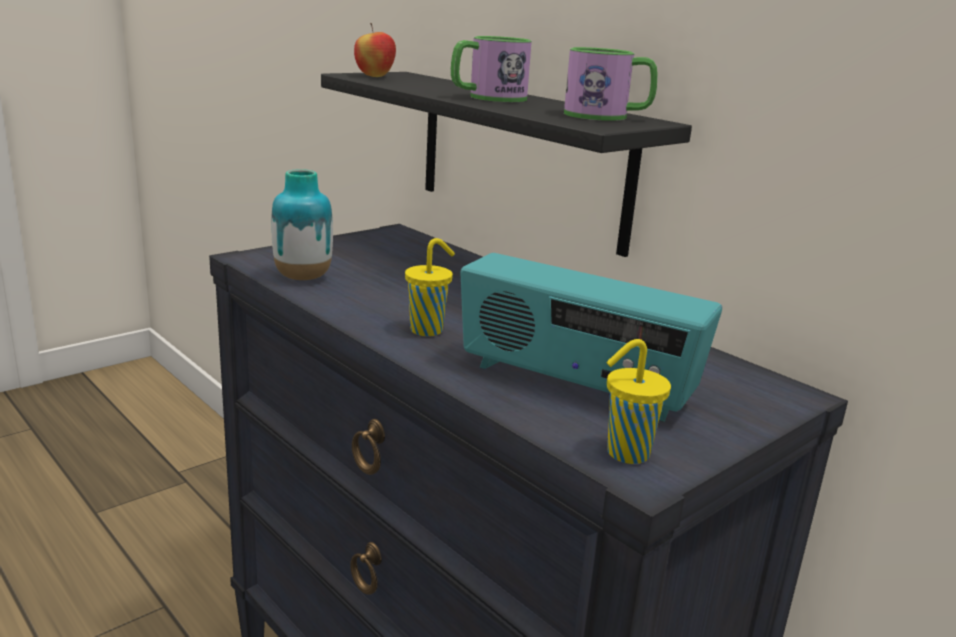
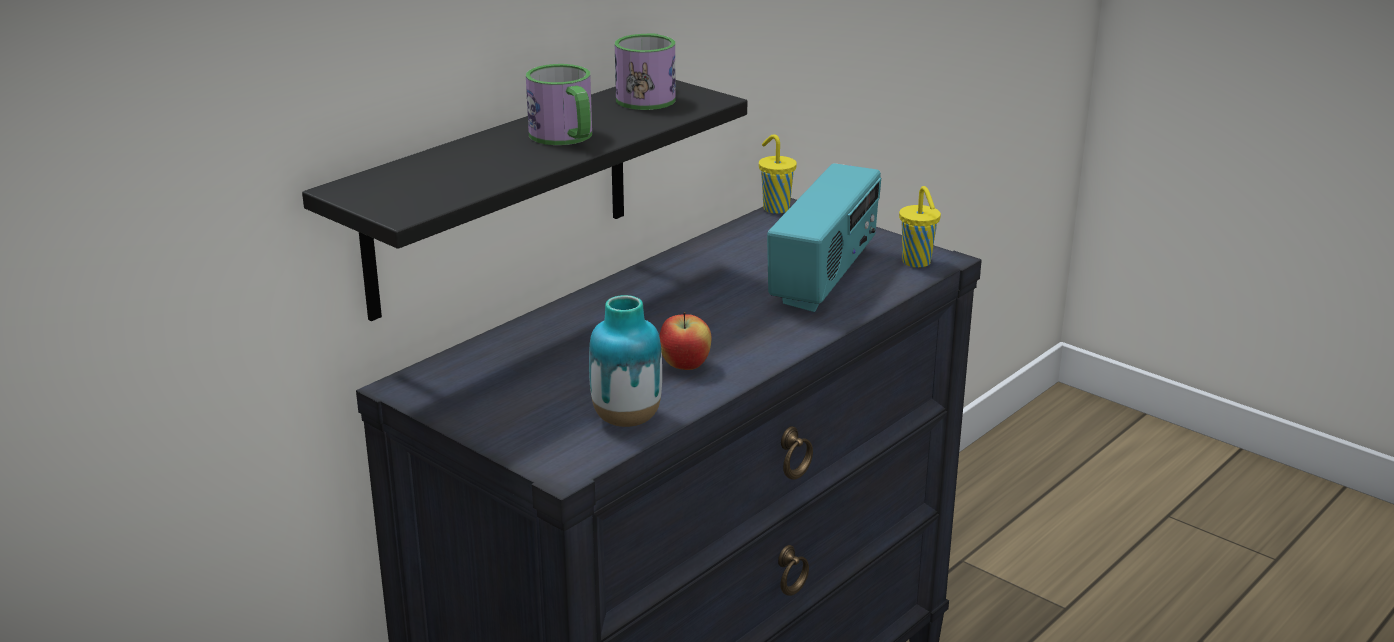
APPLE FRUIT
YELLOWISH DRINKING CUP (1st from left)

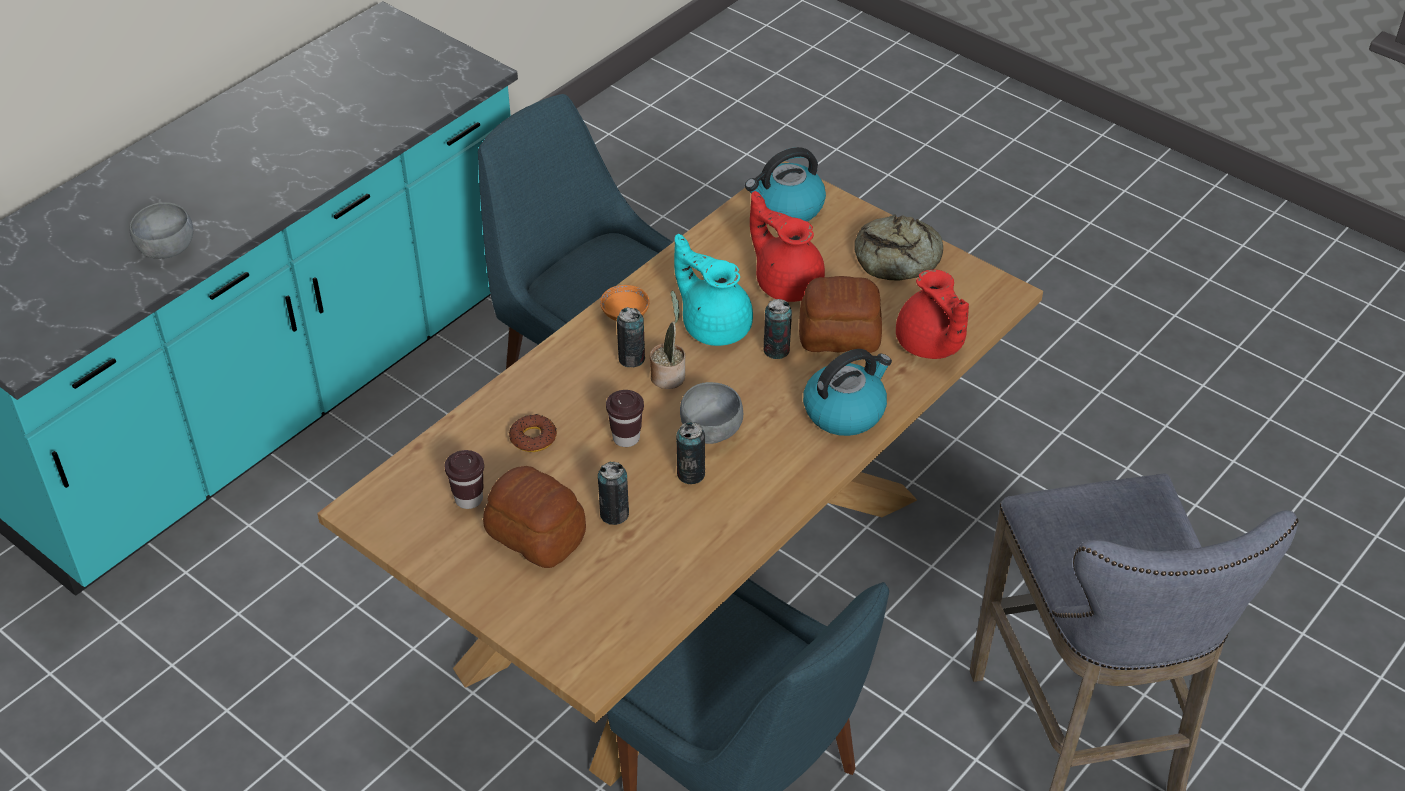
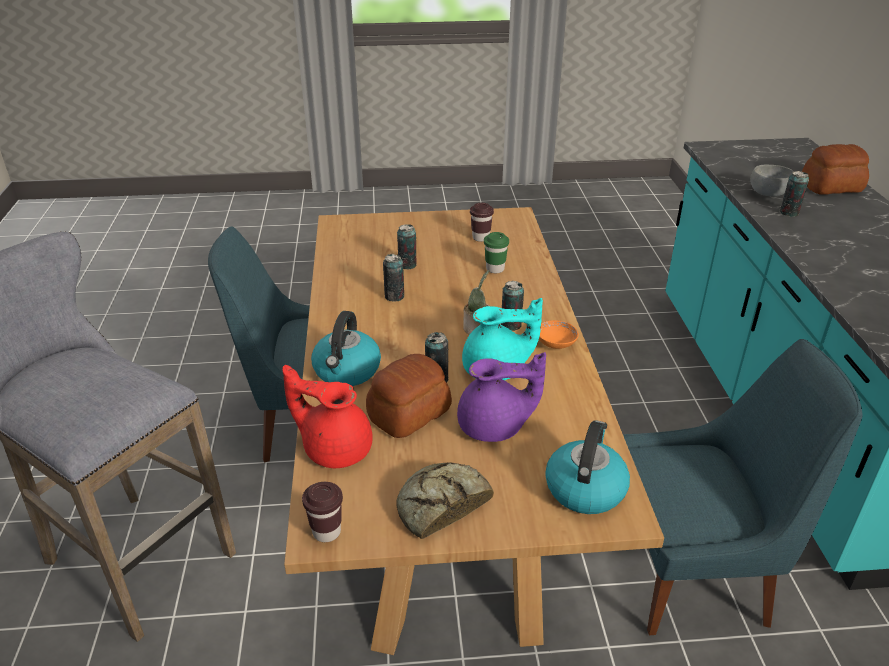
BROWNISH DRINKING CUP (1st from left)
PURPLE TEAPOT
GREENISH DRINKING CUP
METAL CAN (5th from left)
BAKERY BREAD (3rd from left)
GREY DEEP DISH (2nd from left in the first image)

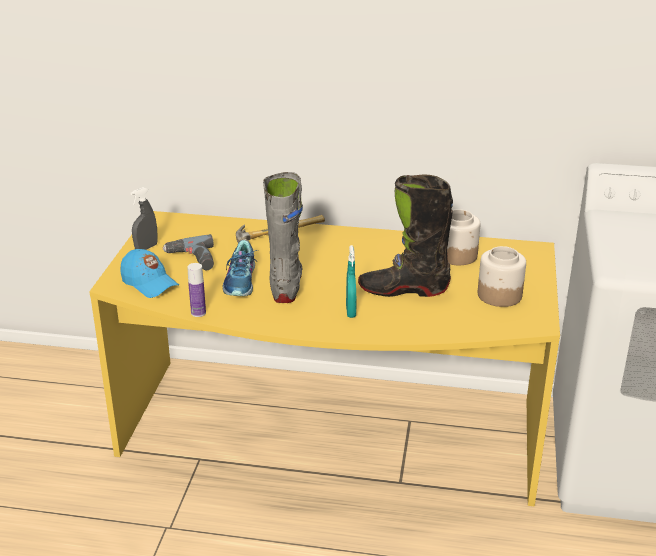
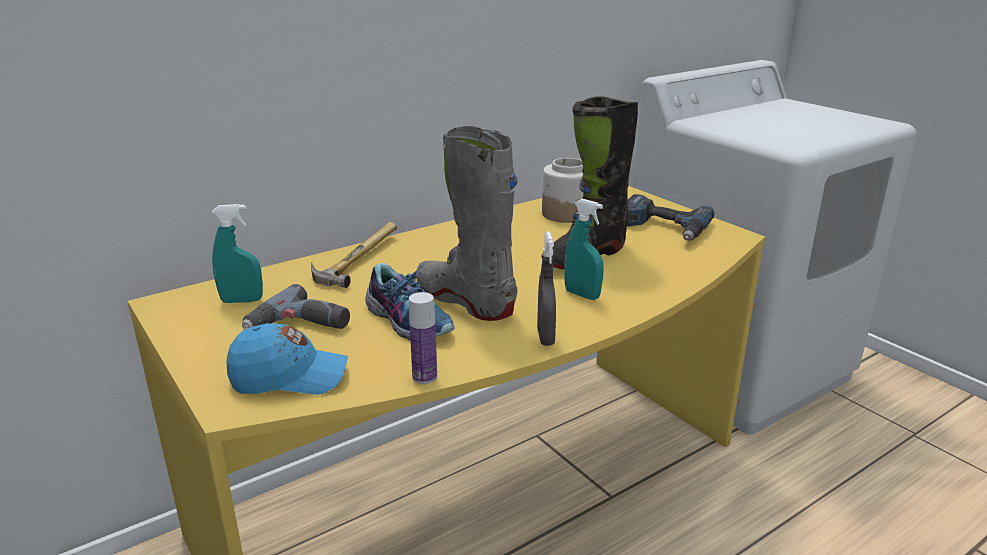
TURQUOISE SPRAYER (1st from left)
GREY SPRAYER
POWER DRILL (2nd from left)

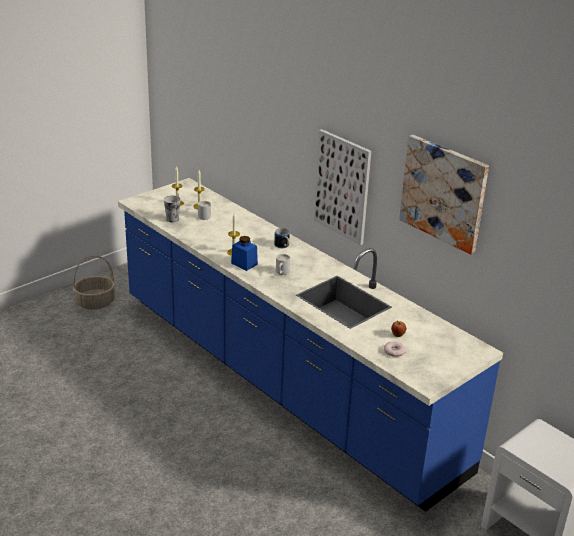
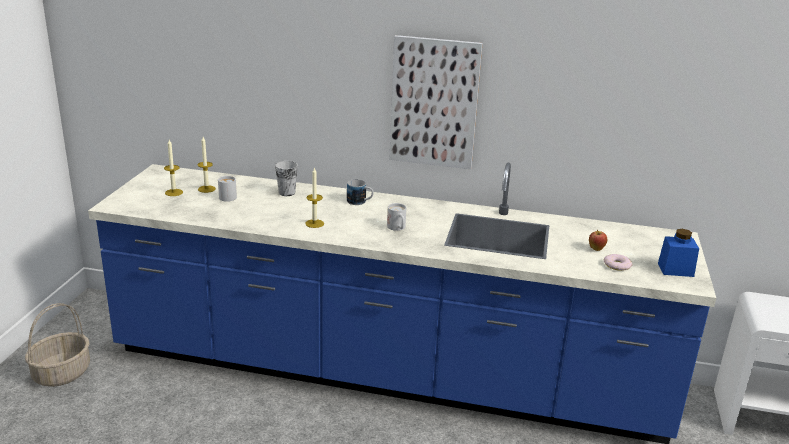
DRINKING CUP
BLUE-COLOURED STORAGE JAR
PICTURE (2nd from left in the first image)

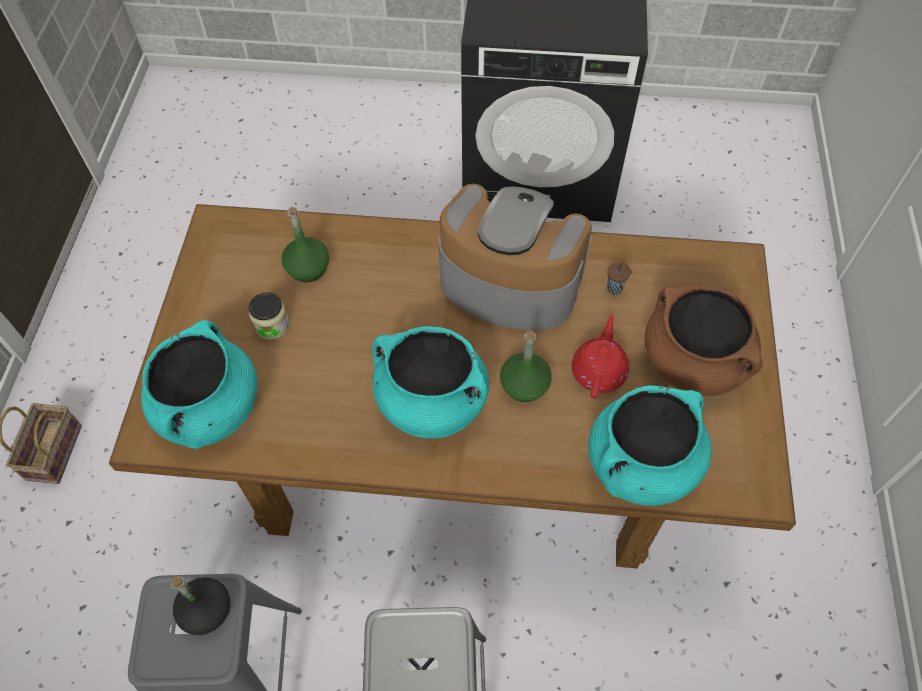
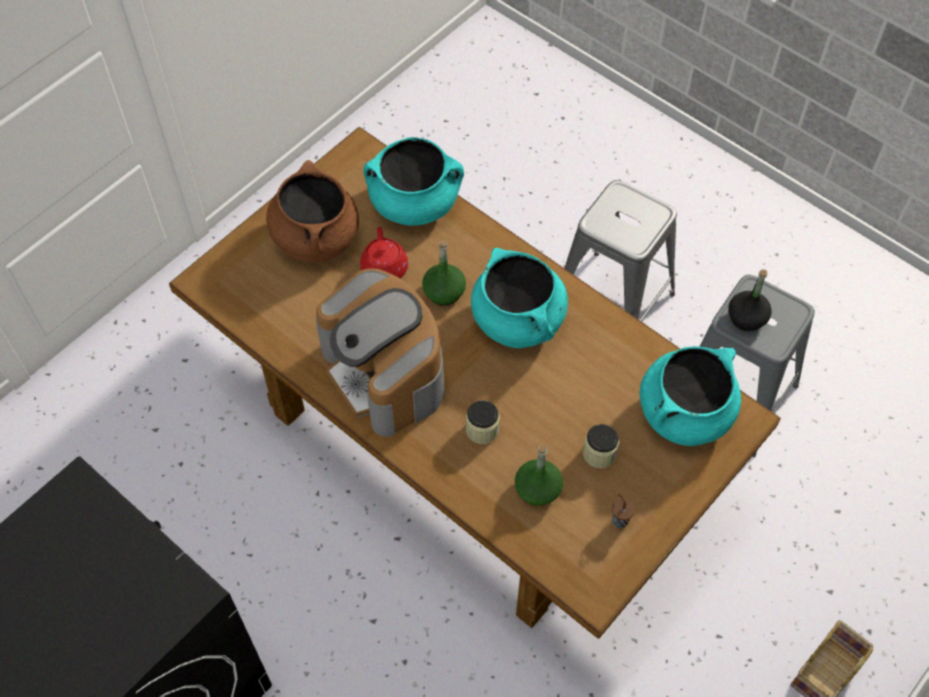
REDDISH TEAPOT
STORAGE JAR (1st from left)
BROWNISH DRINKING CUP

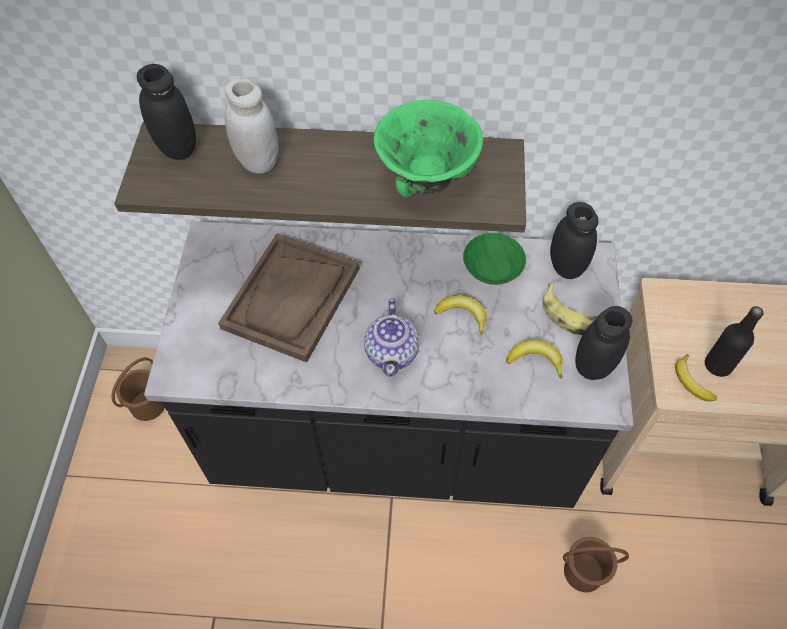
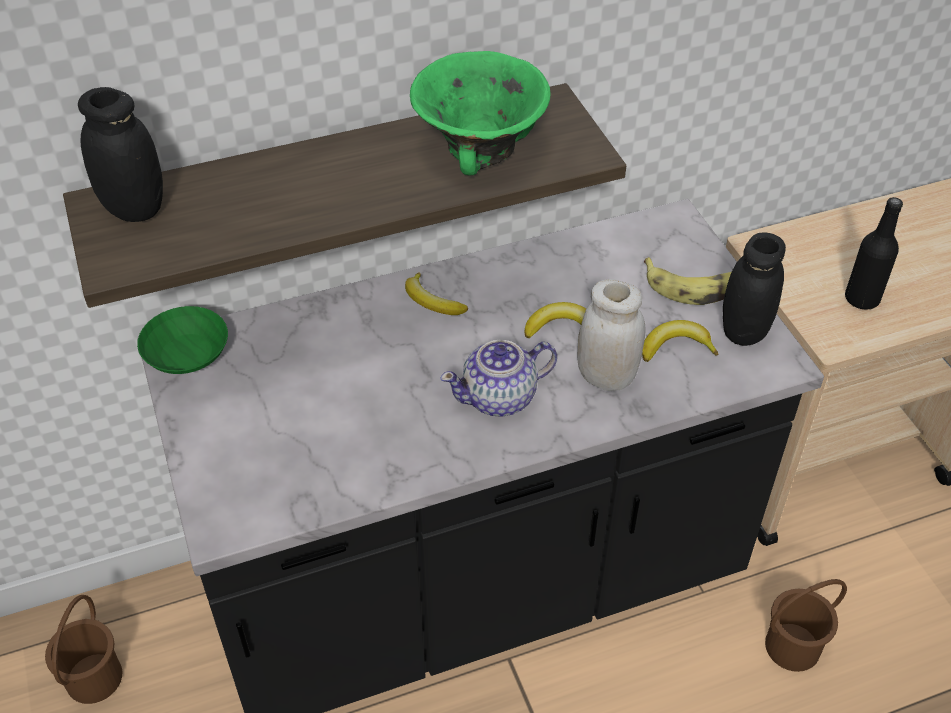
GREENISH DEEP DISH (1st from left)
WHOLE BANANA (1st from left)
TEAPOT
WHITE-COLOURED STORAGE JAR
BROWNISH TRAY
BLACKISH STORAGE JAR (2nd from left in the first image)

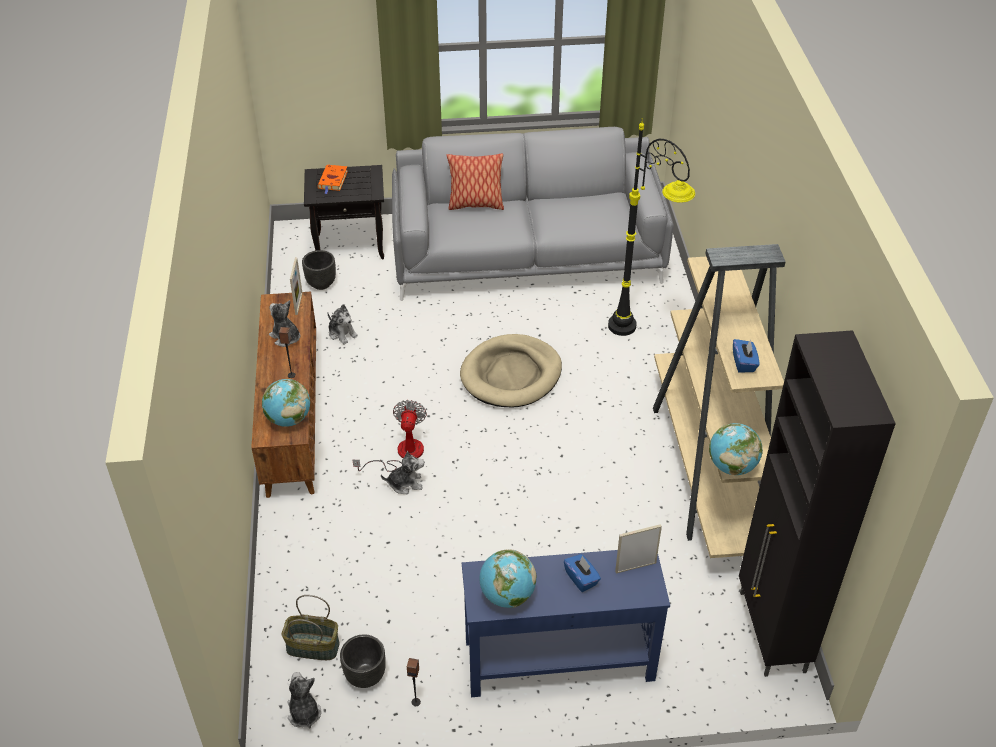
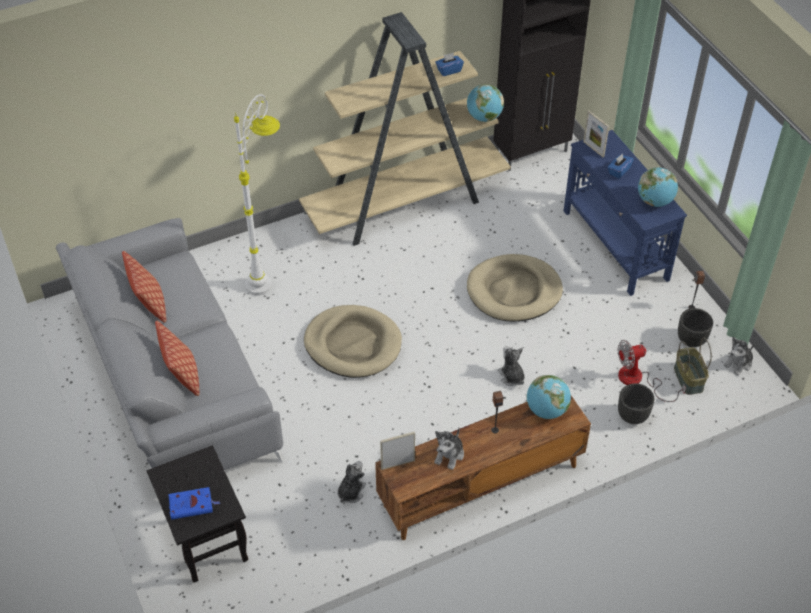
CUSHION (1st from left)
BLUE-COLOURED BOOK
WHITE-COLOURED STANDARD LAMP
SAND-COLOURED DOG BED (2nd from left)
COOLING FAN
BLACKISH FLOWER POT (1st from left)

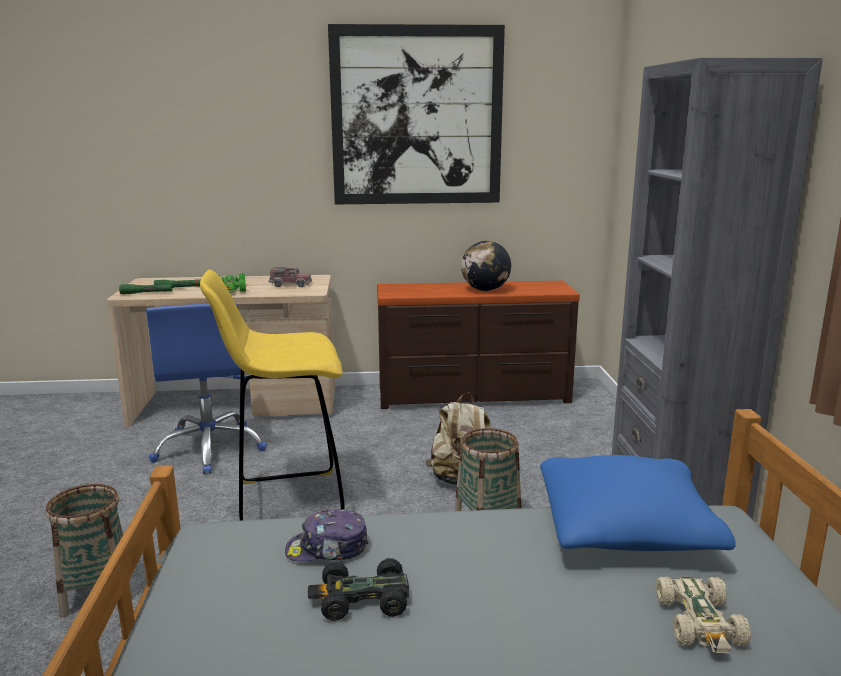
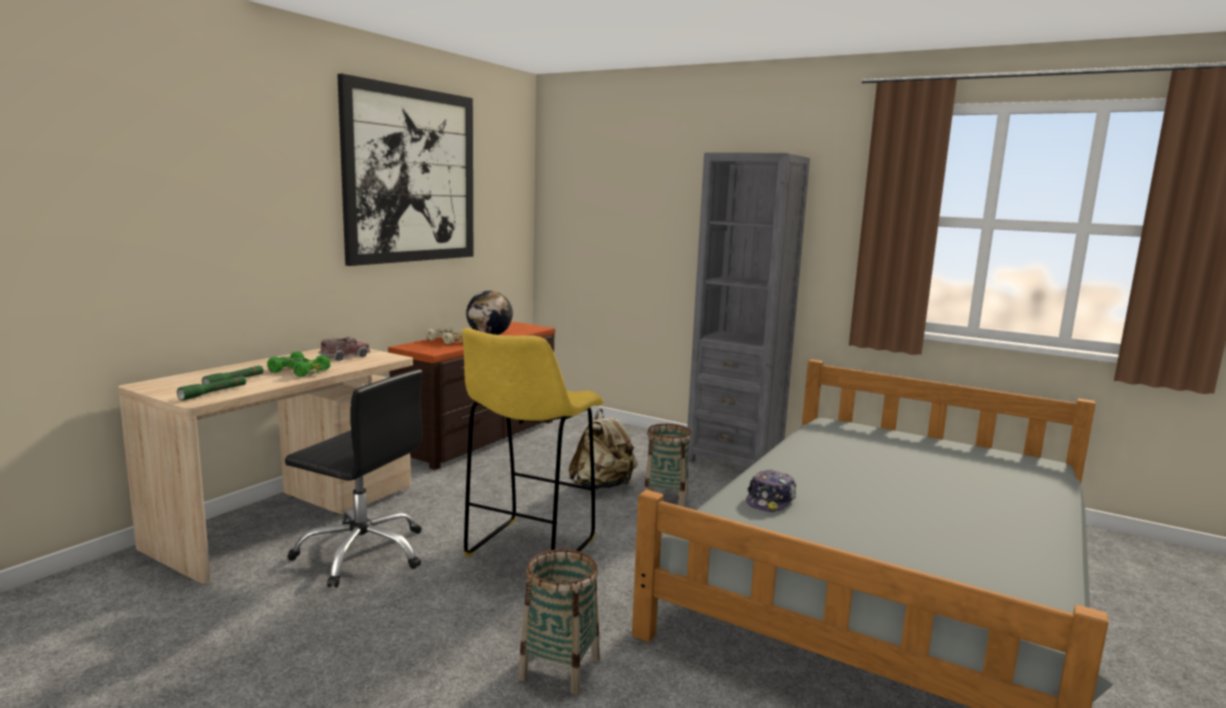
BLACKISH COMPUTER CHAIR
SAND-COLOURED TOY CAR
BLACKISH TOY CAR
BLUE-COLOURED CUSHION

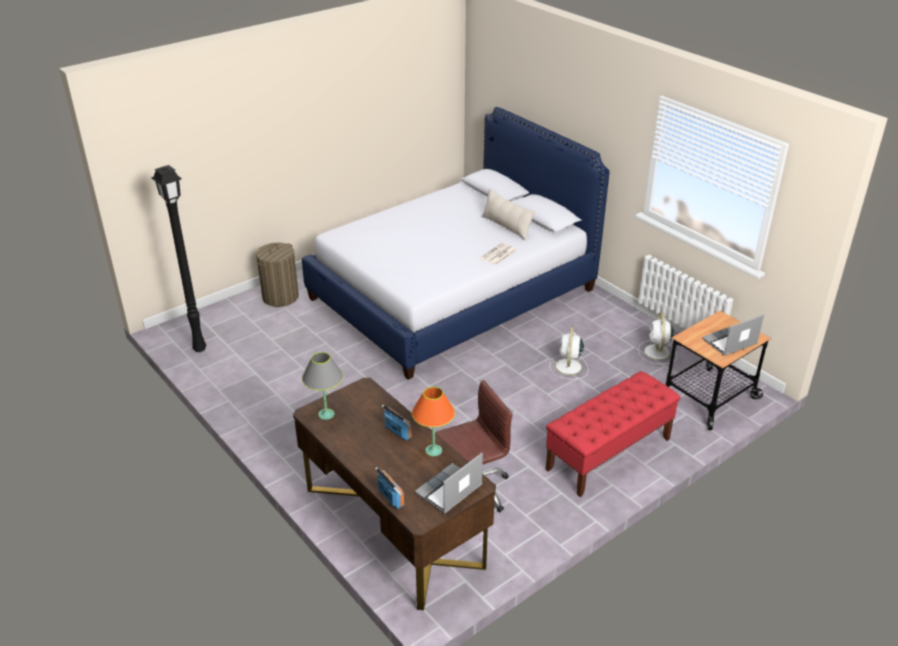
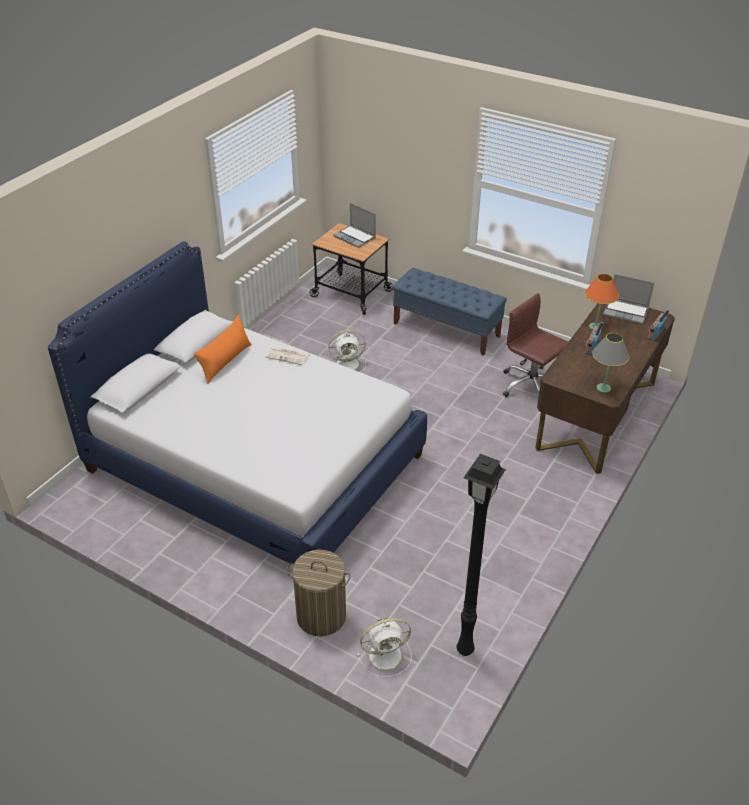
ORANGE-COLOURED CUSHION
WHITE-COLOURED COOLING FAN (2nd from left)
BLUE-COLOURED BENCH

